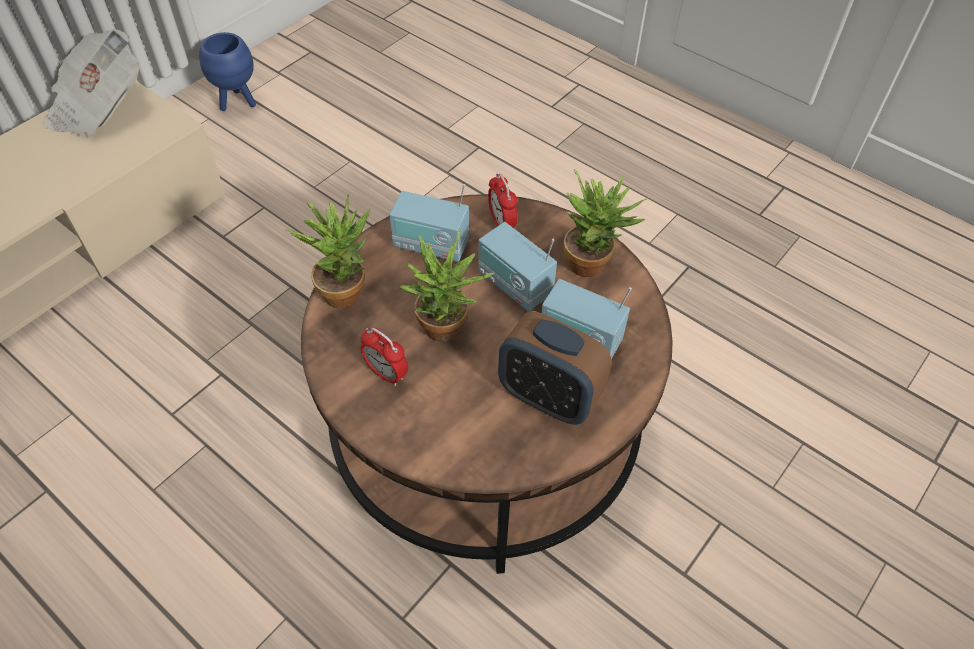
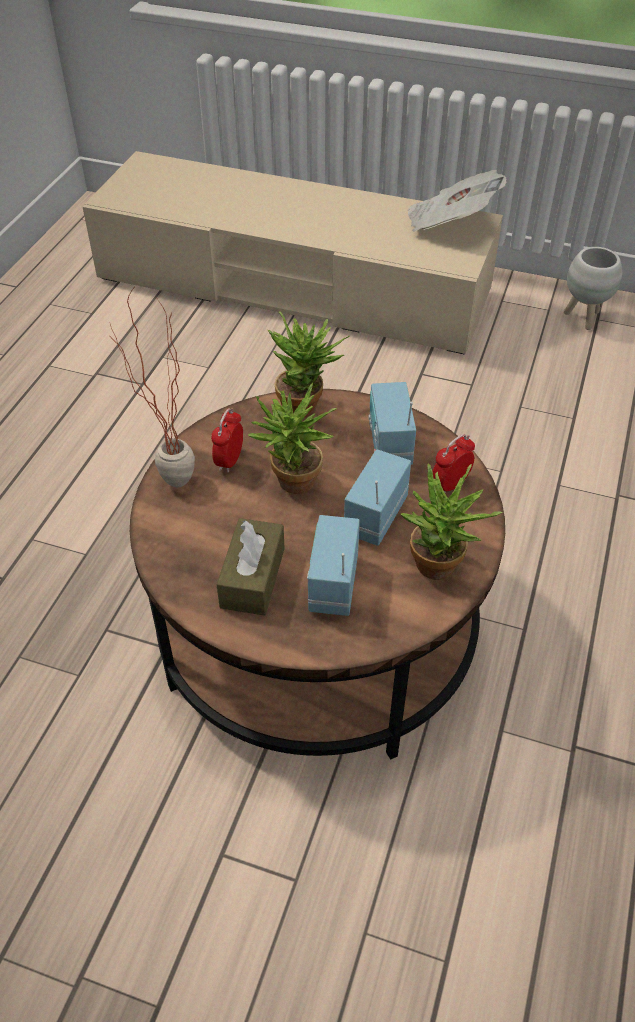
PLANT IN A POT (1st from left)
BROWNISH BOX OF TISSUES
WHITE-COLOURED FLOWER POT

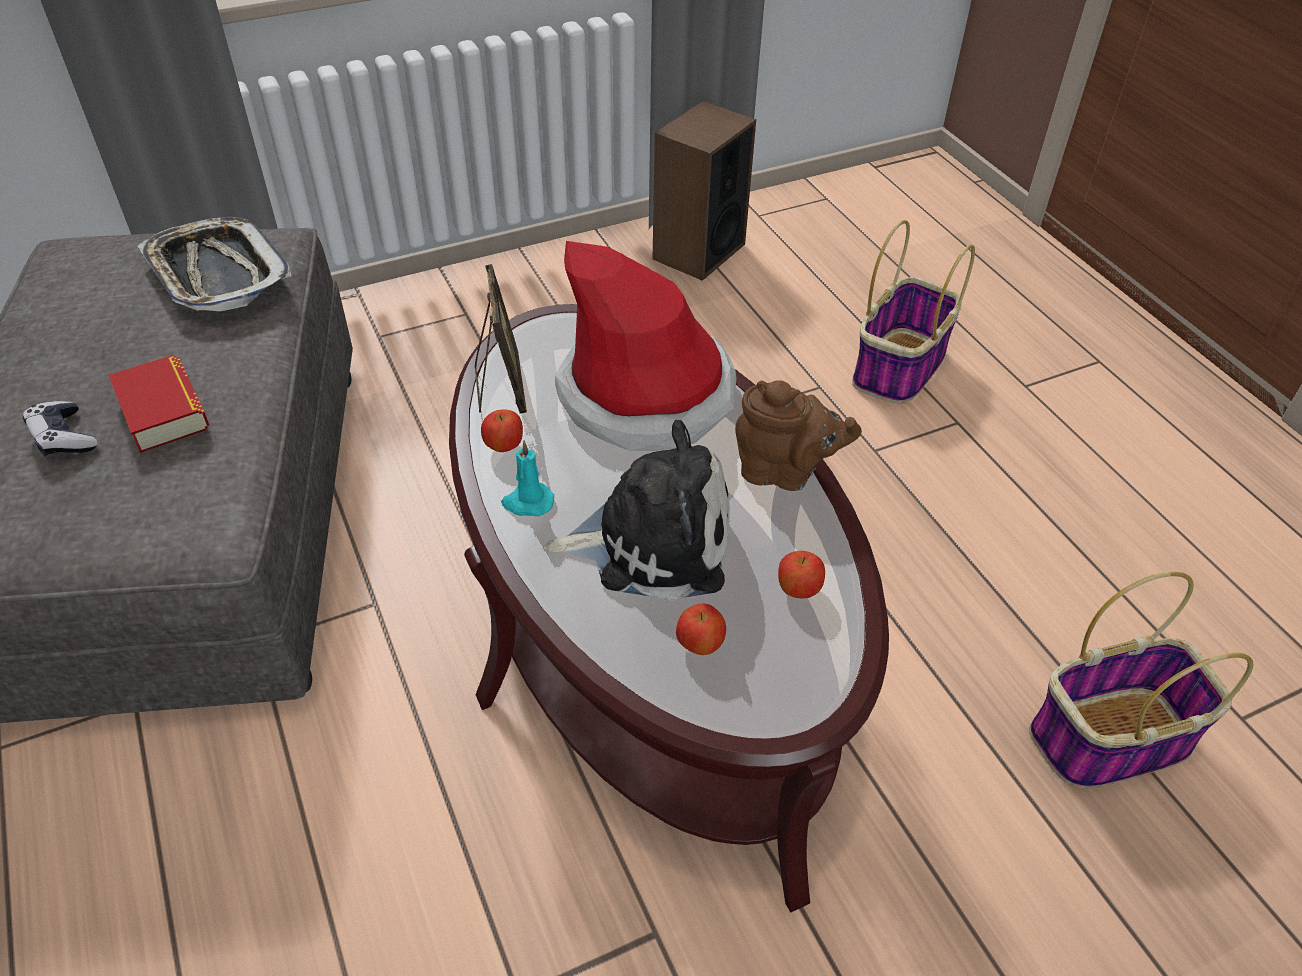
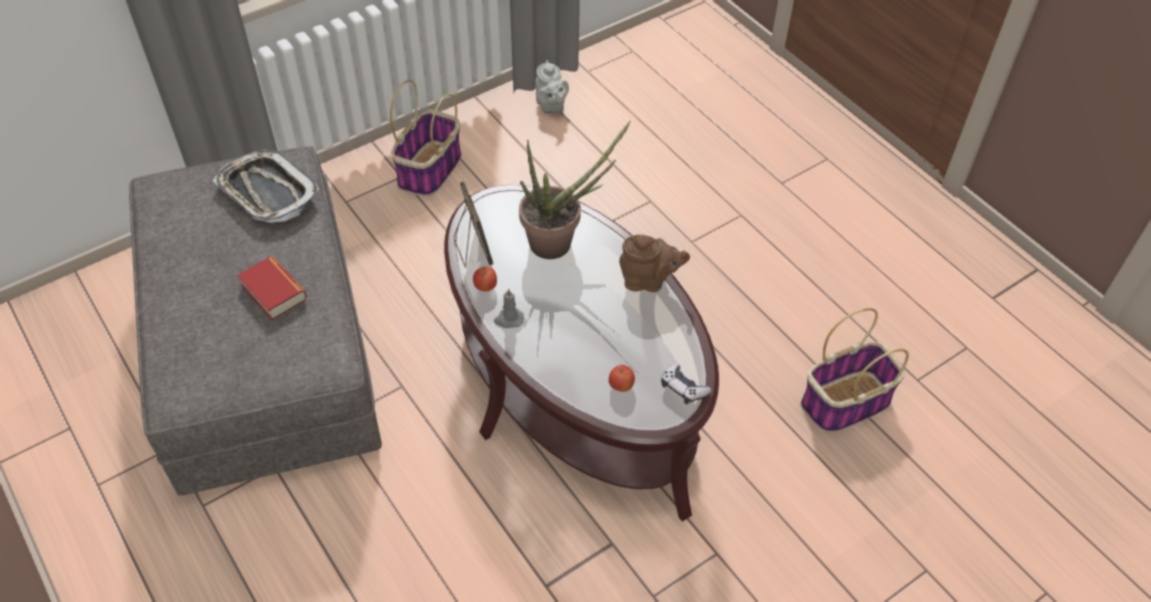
HOUSEHOLD BASKET (1st from left)
GREY CANDLE
PLANT IN A POT
GREY TEAPOT
GAME CONTROLLER
CUDDLY TOY
APPLE FRUIT (3rd from left in the first image)

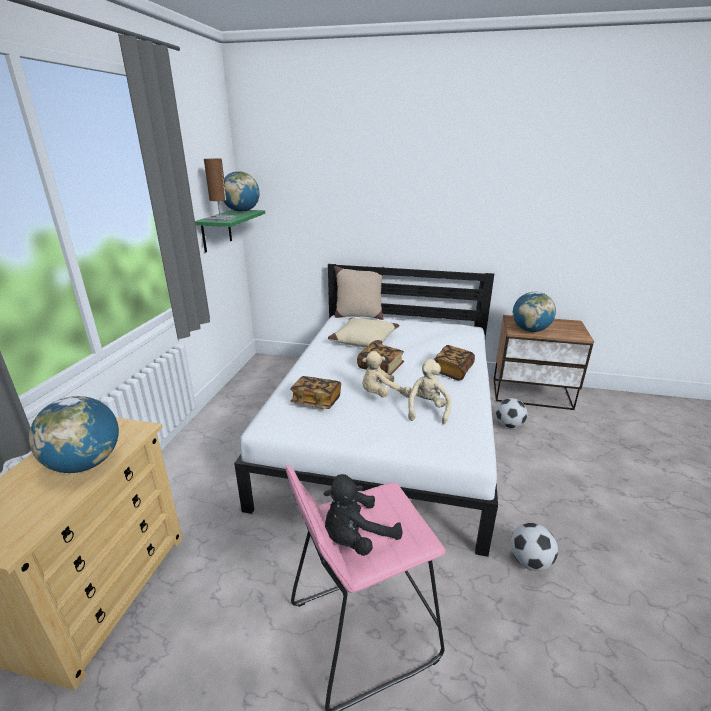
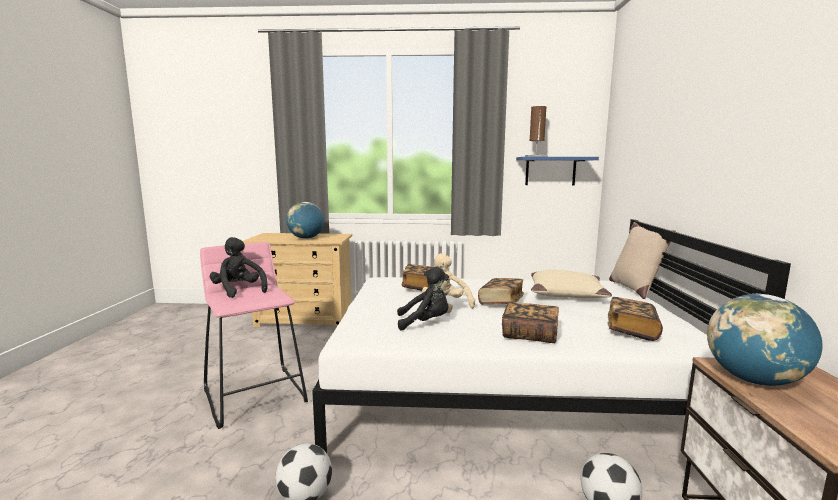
BLACKISH CUDDLY TOY (2nd from left)
BLUE-COLOURED WALL SHELF
BOOK (4th from left)
WORLD GLOBE (2nd from left in the first image)

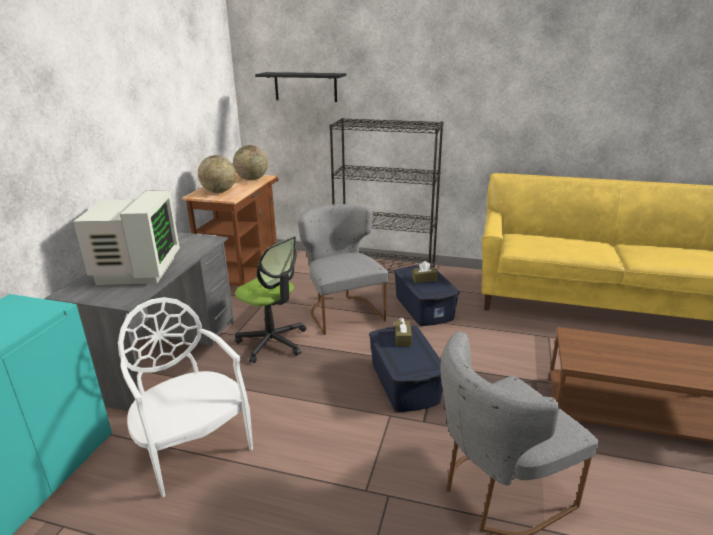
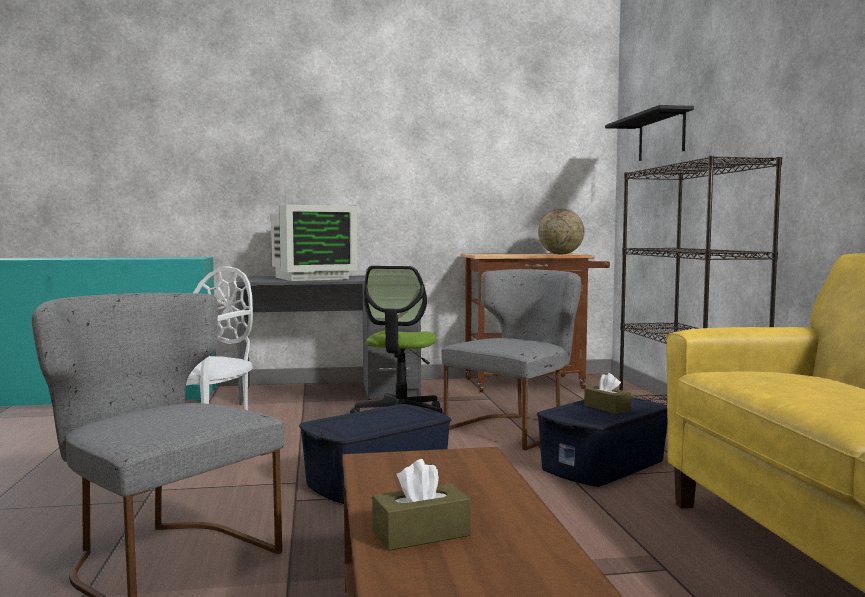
BROWNISH BOX OF TISSUES (1st from left)
WORLD GLOBE (1st from left in the first image)

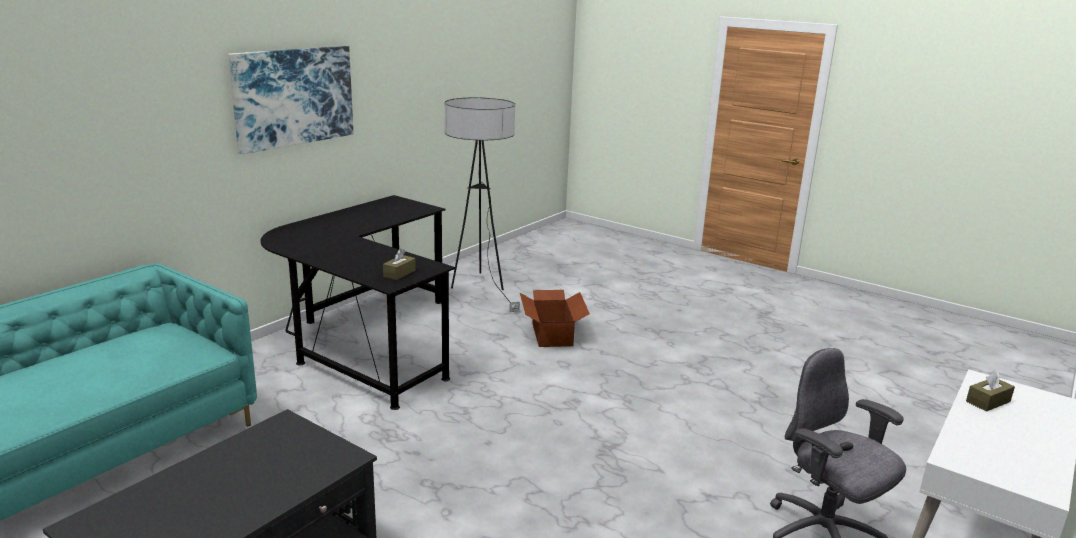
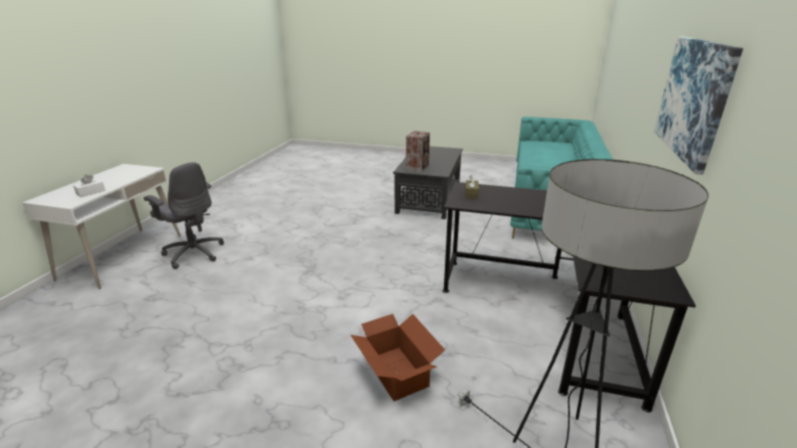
WHITE-COLOURED BOX OF TISSUES
AUDIO SPEAKER

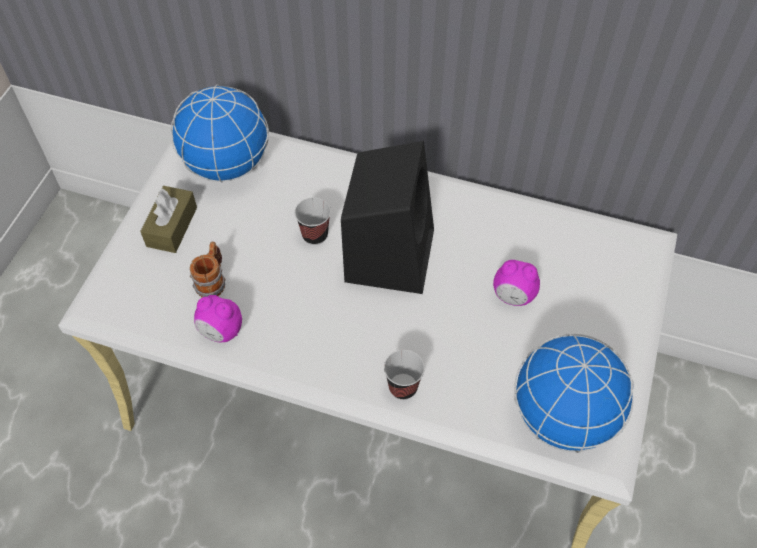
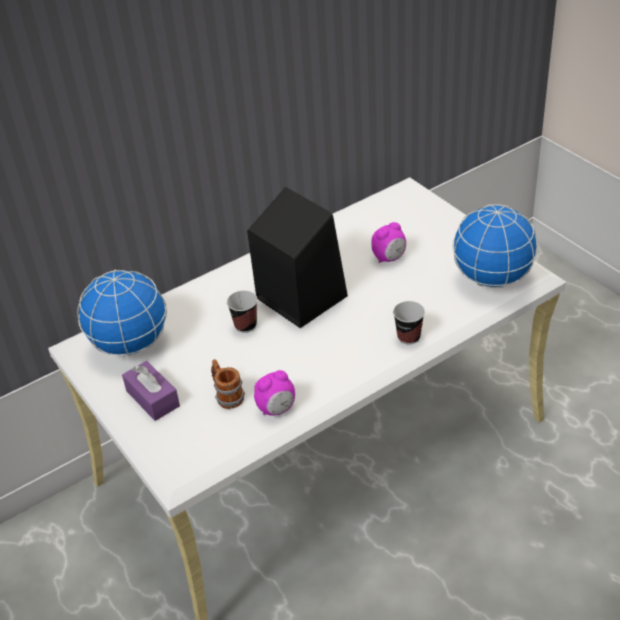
PURPLE BOX OF TISSUES

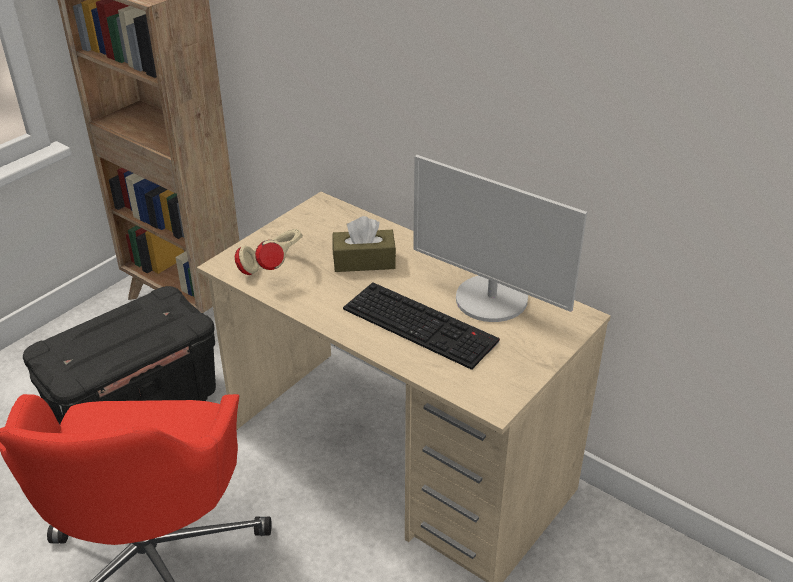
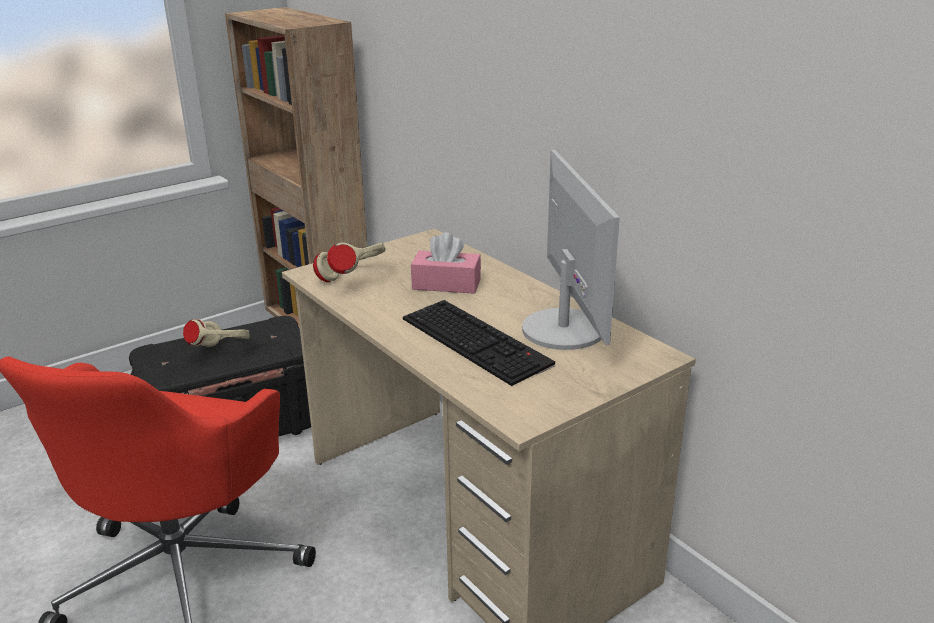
SAND-COLOURED HEADPHONES (1st from left)
PINK BOX OF TISSUES
MONITOR

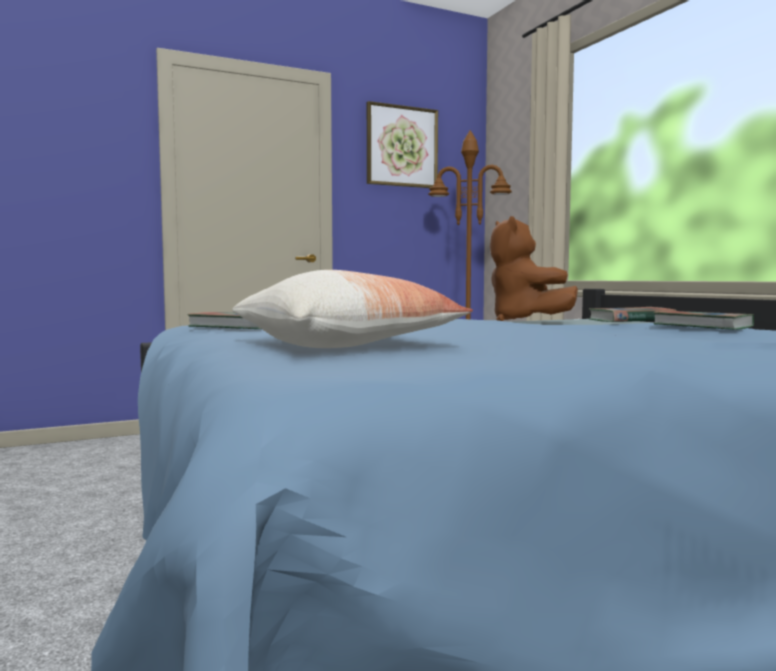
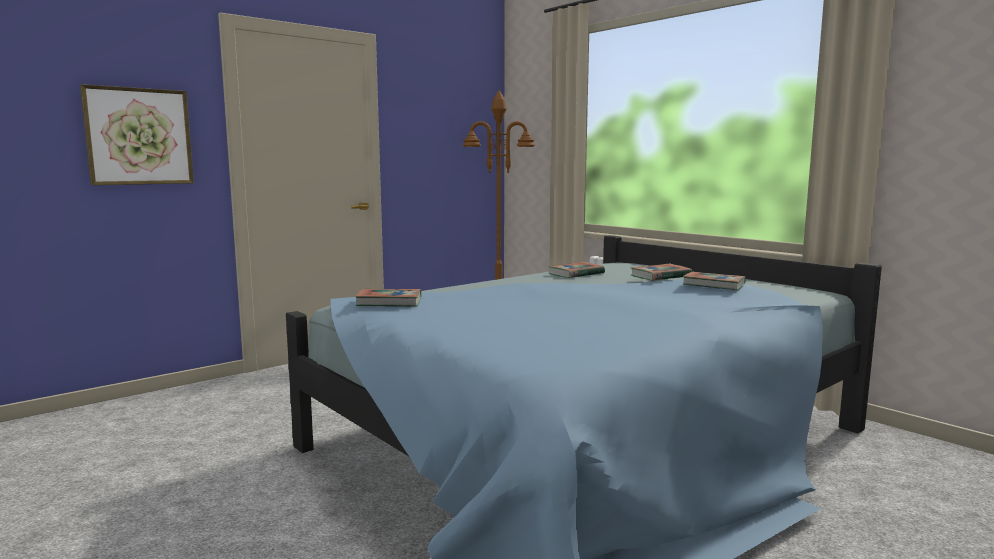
PICTURE
BOOK (2nd from left)
CUSHION

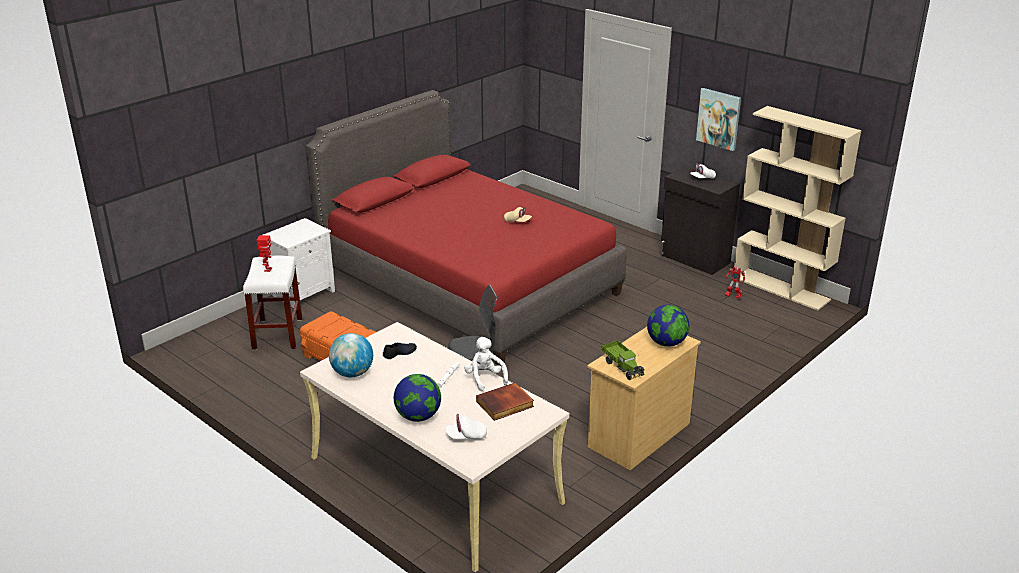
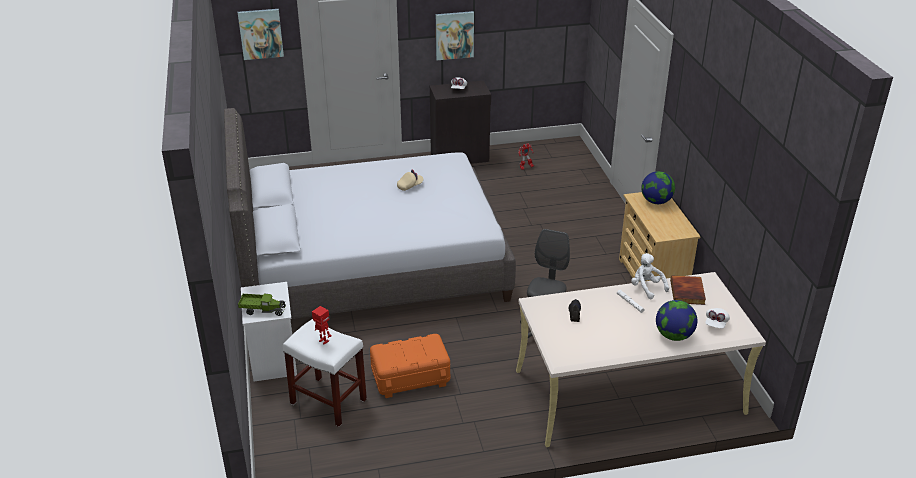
GREY BEDROOM BED
PICTURE (1st from left)
TOY LORRY
WHITE-COLOURED CUDDLY TOY
WORLD GLOBE (1st from left in the first image)
SAND-COLOURED BOOKCASE

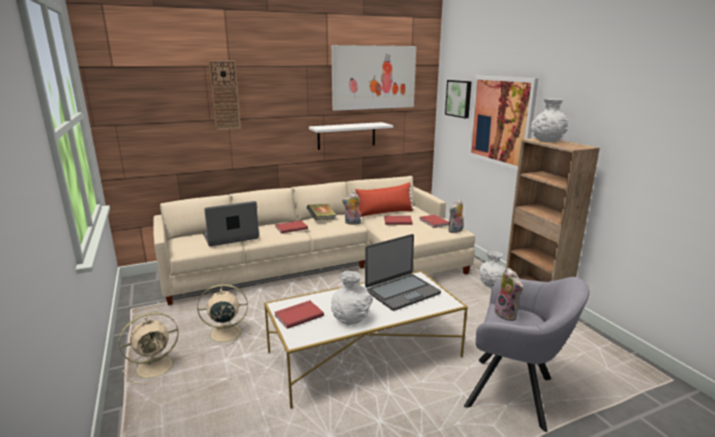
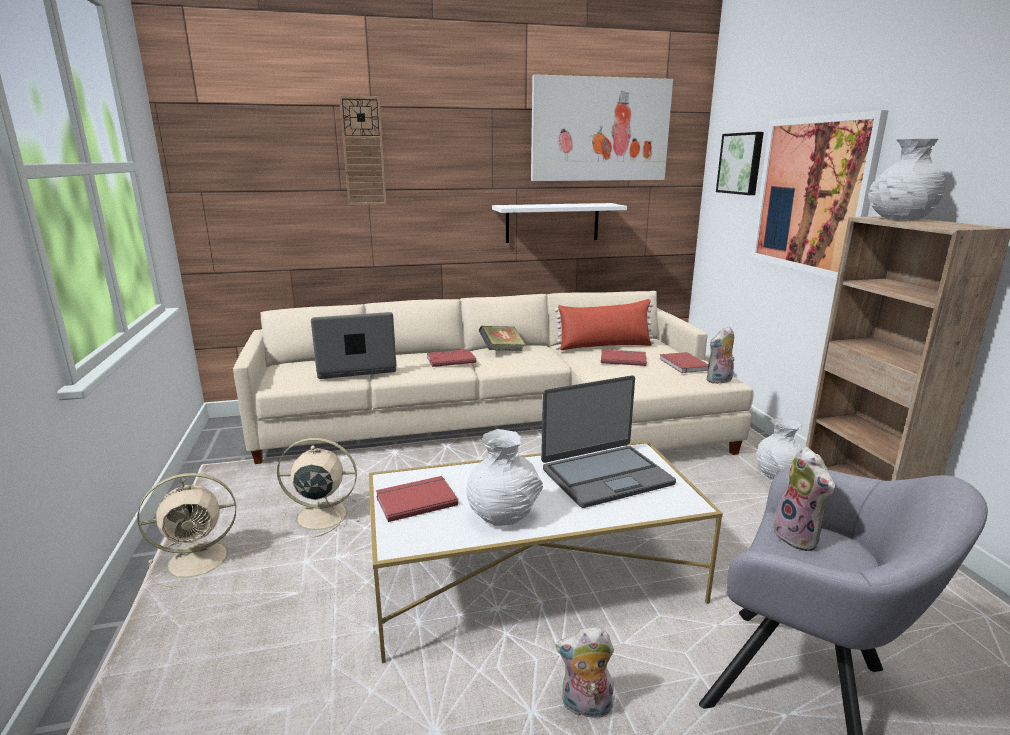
CUDDLY TOY (1st from left)

